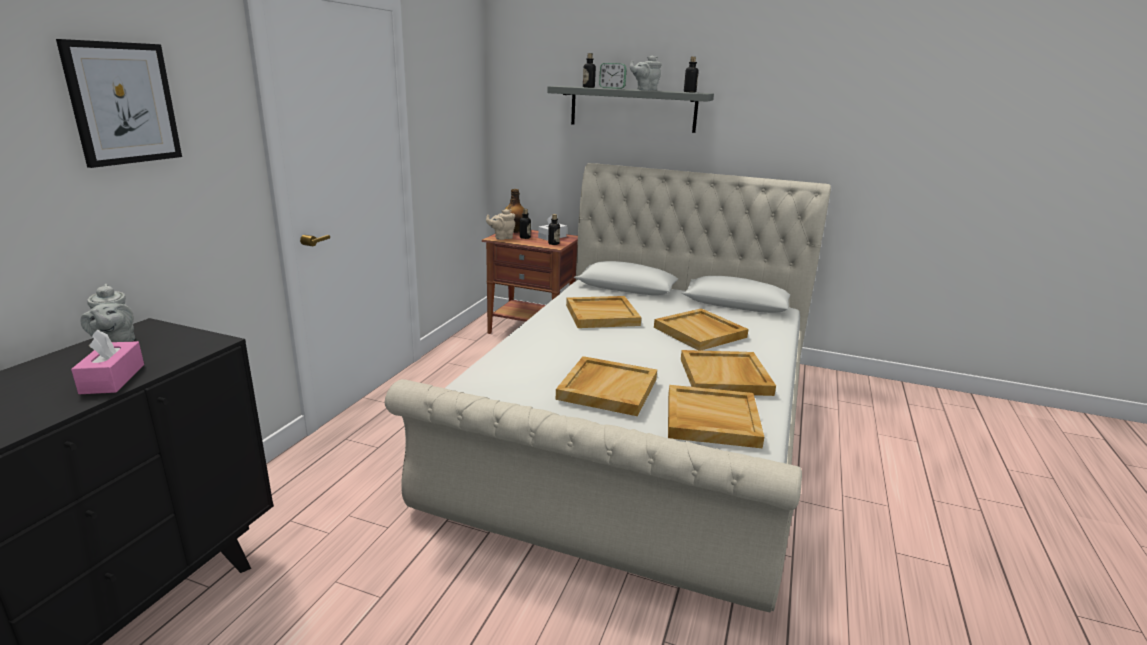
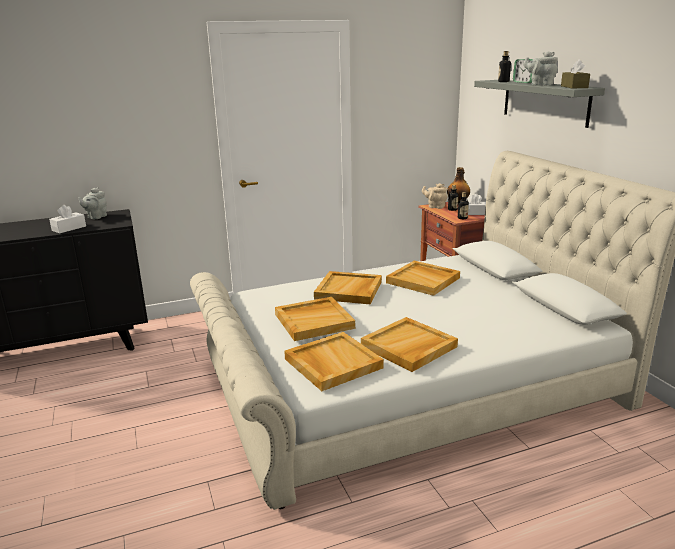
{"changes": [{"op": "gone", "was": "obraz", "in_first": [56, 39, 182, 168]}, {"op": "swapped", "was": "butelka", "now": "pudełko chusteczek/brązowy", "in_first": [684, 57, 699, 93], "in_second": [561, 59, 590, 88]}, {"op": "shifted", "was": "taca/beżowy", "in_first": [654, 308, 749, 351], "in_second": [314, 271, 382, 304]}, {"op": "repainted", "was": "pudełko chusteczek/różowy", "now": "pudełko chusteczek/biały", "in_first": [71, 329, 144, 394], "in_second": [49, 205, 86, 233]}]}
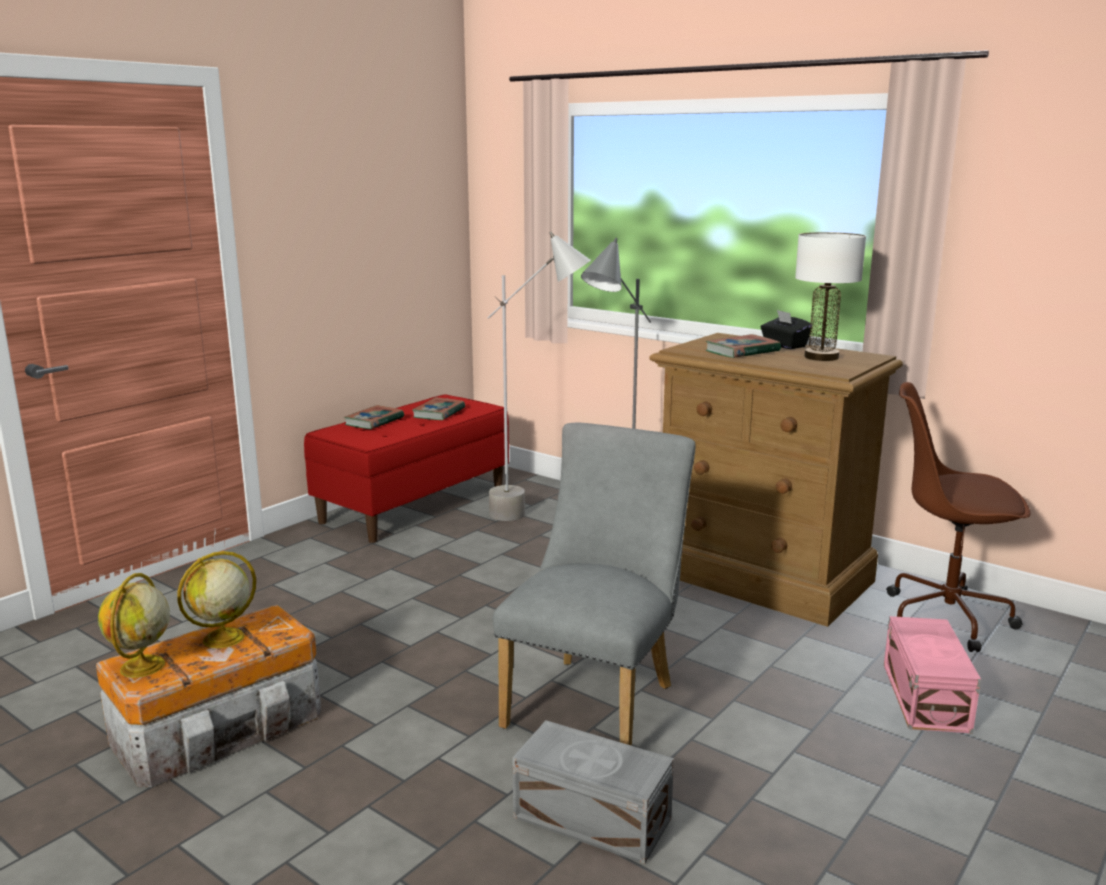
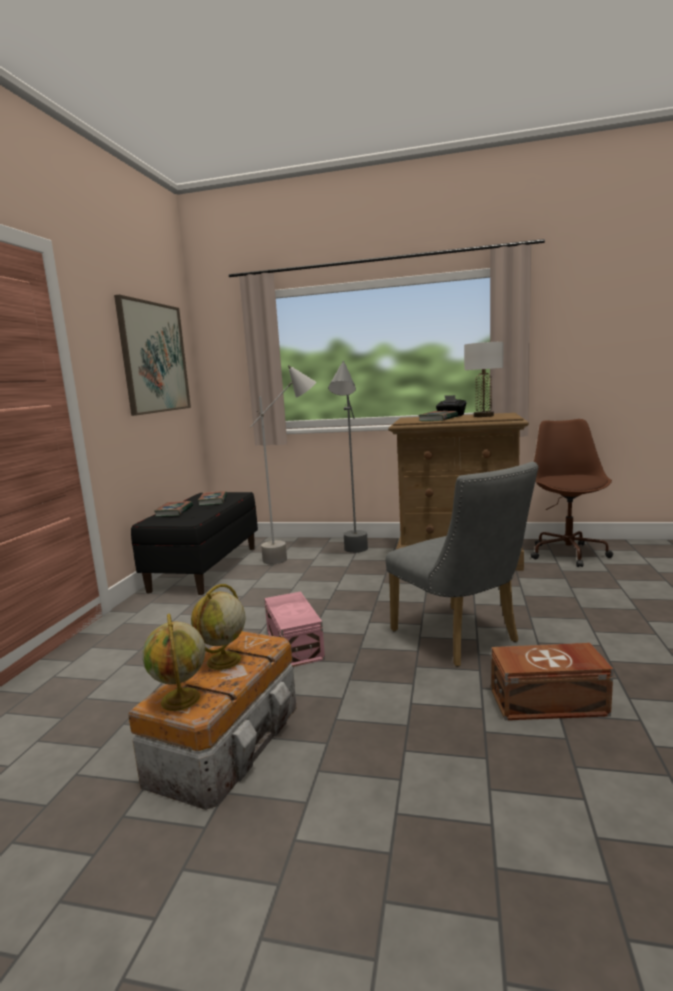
{"changes": [{"op": "rotated", "was": "krzesło biurowe/brązowy", "in_first": [886, 382, 1031, 652], "in_second": [530, 419, 613, 567], "clockwise": 105}, {"op": "repainted", "was": "ławka/czerwony", "now": "ławka/czarny", "in_first": [304, 394, 509, 543], "in_second": [131, 492, 258, 595]}, {"op": "rotated", "was": "krzesło/szary", "in_first": [493, 423, 695, 746], "in_second": [386, 462, 539, 667], "clockwise": 150}, {"op": "shifted", "was": "pojemnik do przechowywania/różowy", "in_first": [884, 616, 981, 733], "in_second": [264, 591, 325, 667]}, {"op": "repainted", "was": "pojemnik do przechowywania/szary", "now": "pojemnik do przechowywania/brązowy", "in_first": [512, 720, 674, 864], "in_second": [491, 643, 614, 720]}, {"op": "new", "now": "obraz", "in_second": [114, 295, 191, 416]}]}
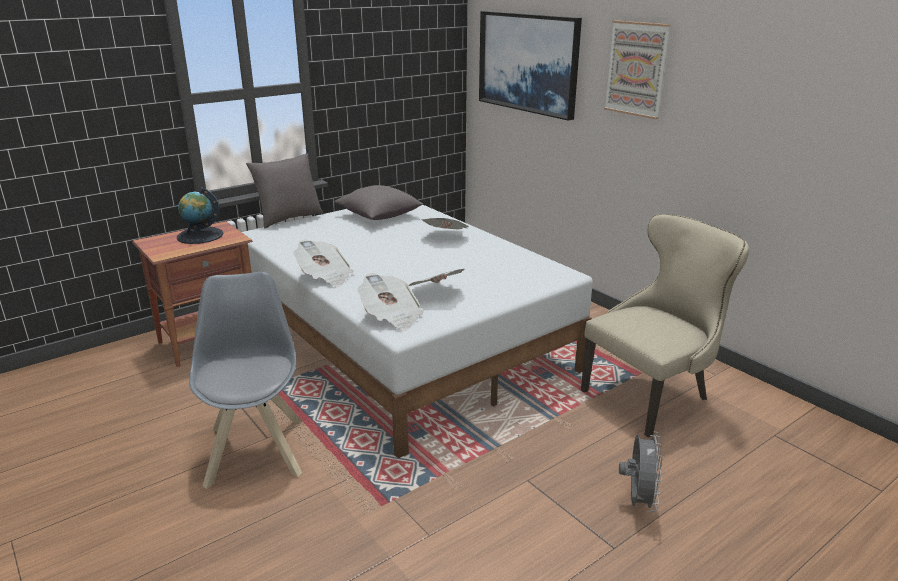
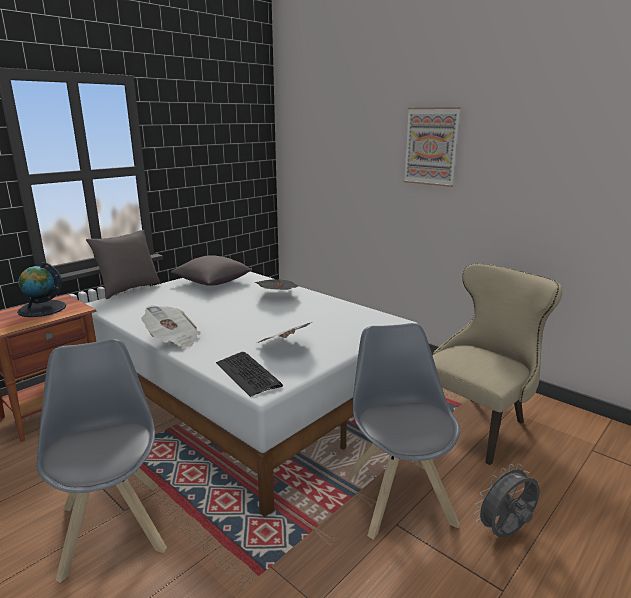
{"changes": [{"op": "gone", "was": "obraz", "in_first": [479, 11, 582, 121]}, {"op": "swapped", "was": "gazeta", "now": "klawiatura", "in_first": [357, 273, 423, 331], "in_second": [216, 352, 283, 397]}, {"op": "rotated", "was": "wentylator/szary", "in_first": [619, 432, 662, 512], "in_second": [474, 463, 540, 537], "clockwise": -120}, {"op": "new", "now": "krzesło/szary", "in_second": [347, 323, 460, 539]}]}
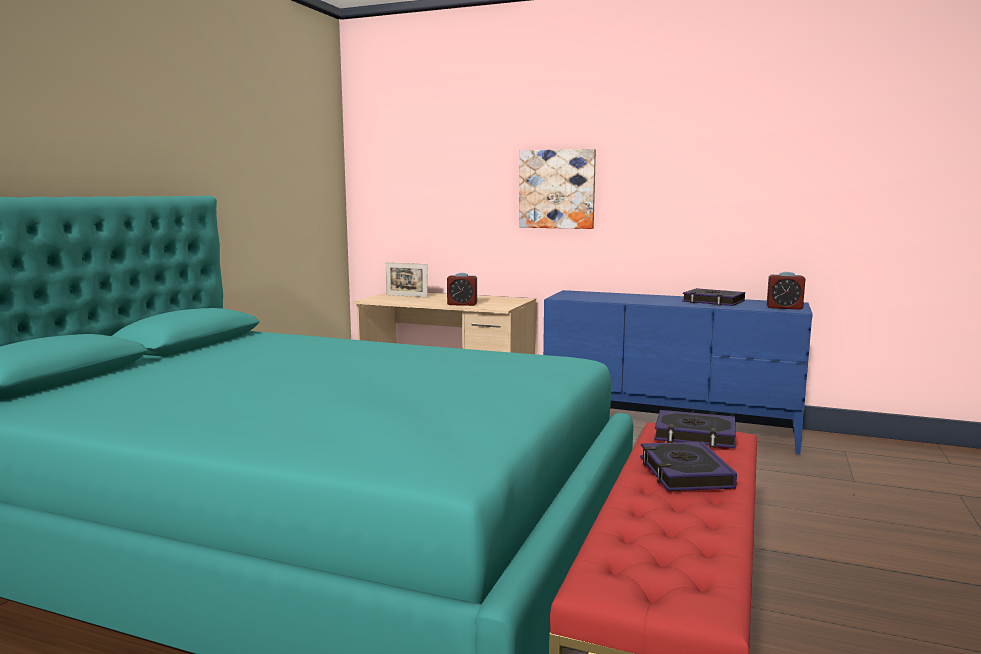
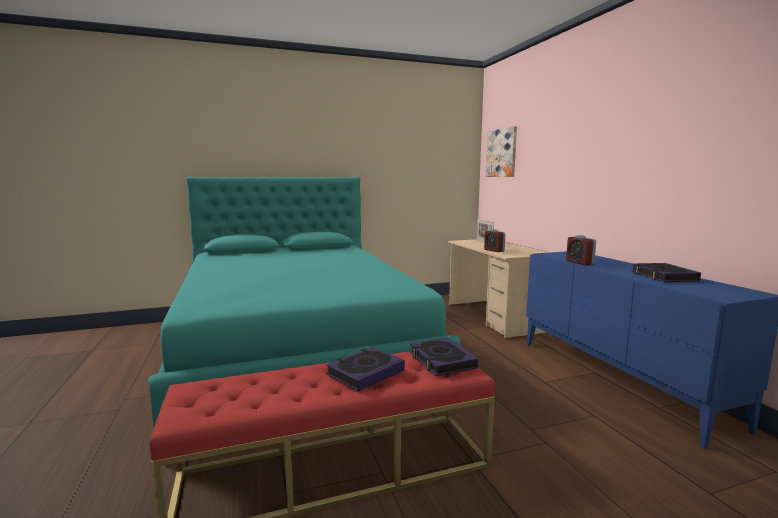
{"changes": [{"op": "shifted", "was": "obraz", "in_first": [519, 149, 596, 229], "in_second": [486, 126, 517, 177]}, {"op": "shifted", "was": "budzik", "in_first": [767, 272, 805, 310], "in_second": [566, 235, 596, 265]}]}
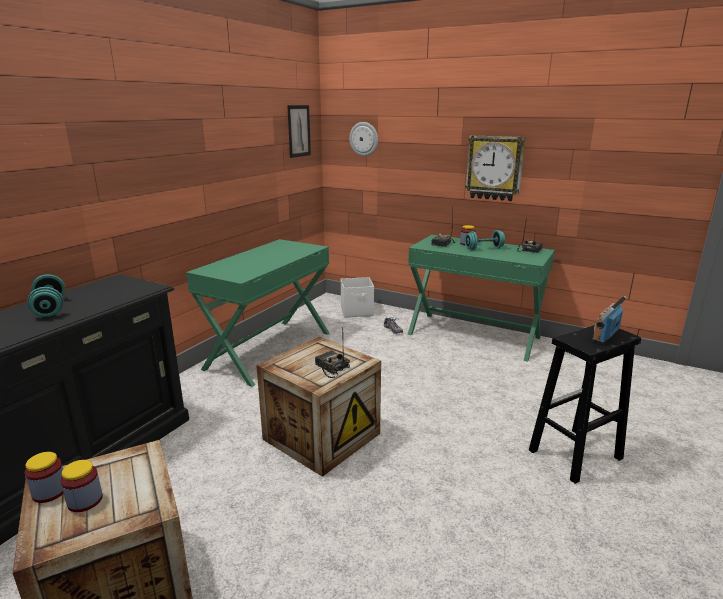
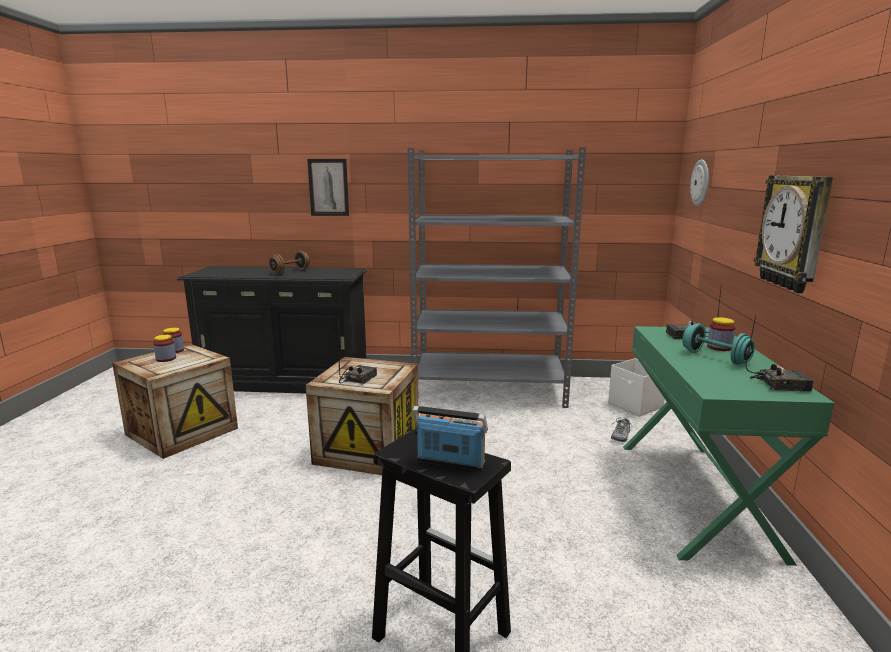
{"changes": [{"op": "shifted", "was": "obraz", "in_first": [287, 105, 311, 158], "in_second": [307, 159, 349, 216]}, {"op": "swapped", "was": "biurko/zielony", "now": "regał/szary", "in_first": [186, 239, 330, 387], "in_second": [407, 147, 586, 408]}, {"op": "repainted", "was": "hantel/turkusowy", "now": "hantel/brązowy", "in_first": [27, 274, 65, 317], "in_second": [268, 251, 310, 274]}]}
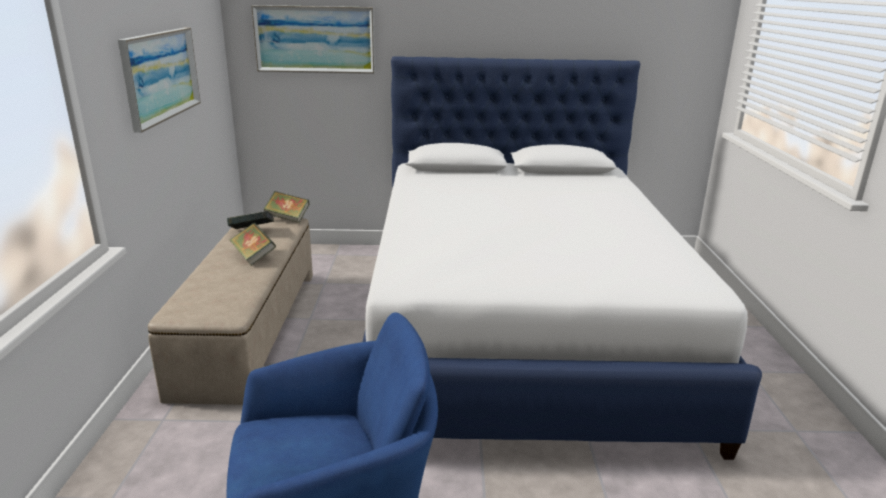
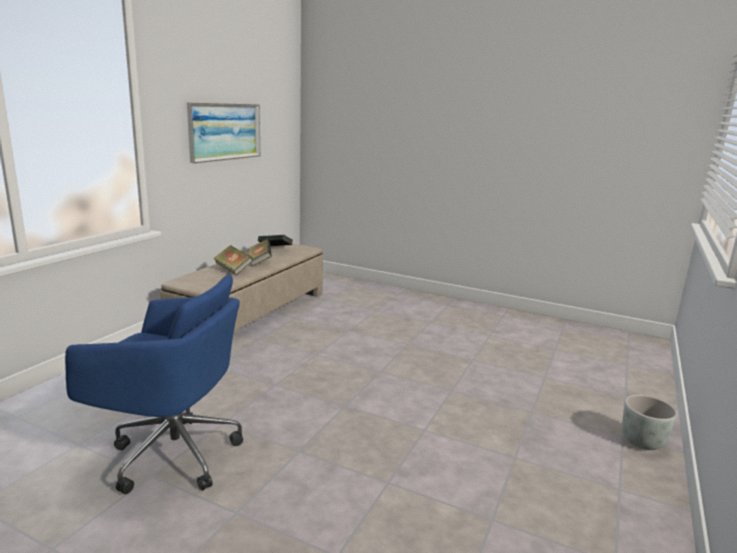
{"changes": [{"op": "gone", "was": "obraz", "in_first": [251, 5, 375, 74]}, {"op": "gone", "was": "łóżko/biały", "in_first": [363, 56, 762, 460]}, {"op": "shifted", "was": "książka", "in_first": [263, 191, 310, 223], "in_second": [214, 245, 253, 275]}, {"op": "new", "now": "donica/szary", "in_second": [622, 395, 677, 450]}]}
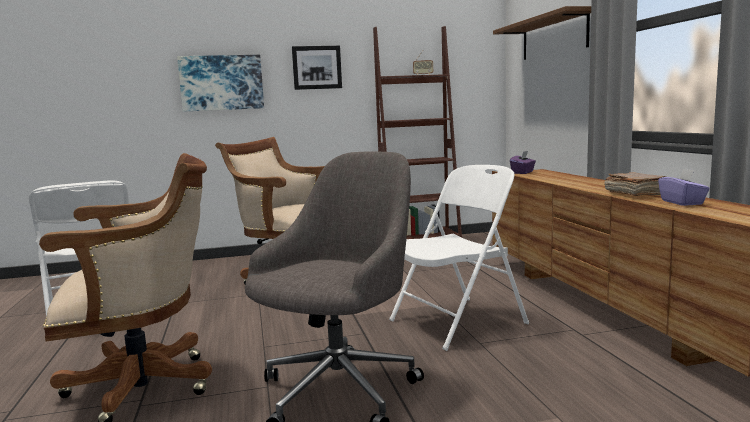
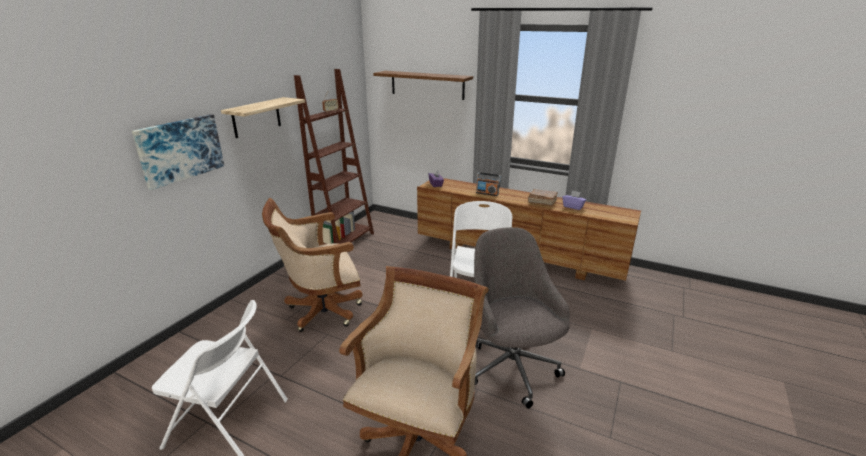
{"changes": [{"op": "swapped", "was": "obraz", "now": "półka", "in_first": [292, 46, 342, 90], "in_second": [221, 97, 305, 138]}, {"op": "new", "now": "radio", "in_second": [476, 172, 501, 196]}]}
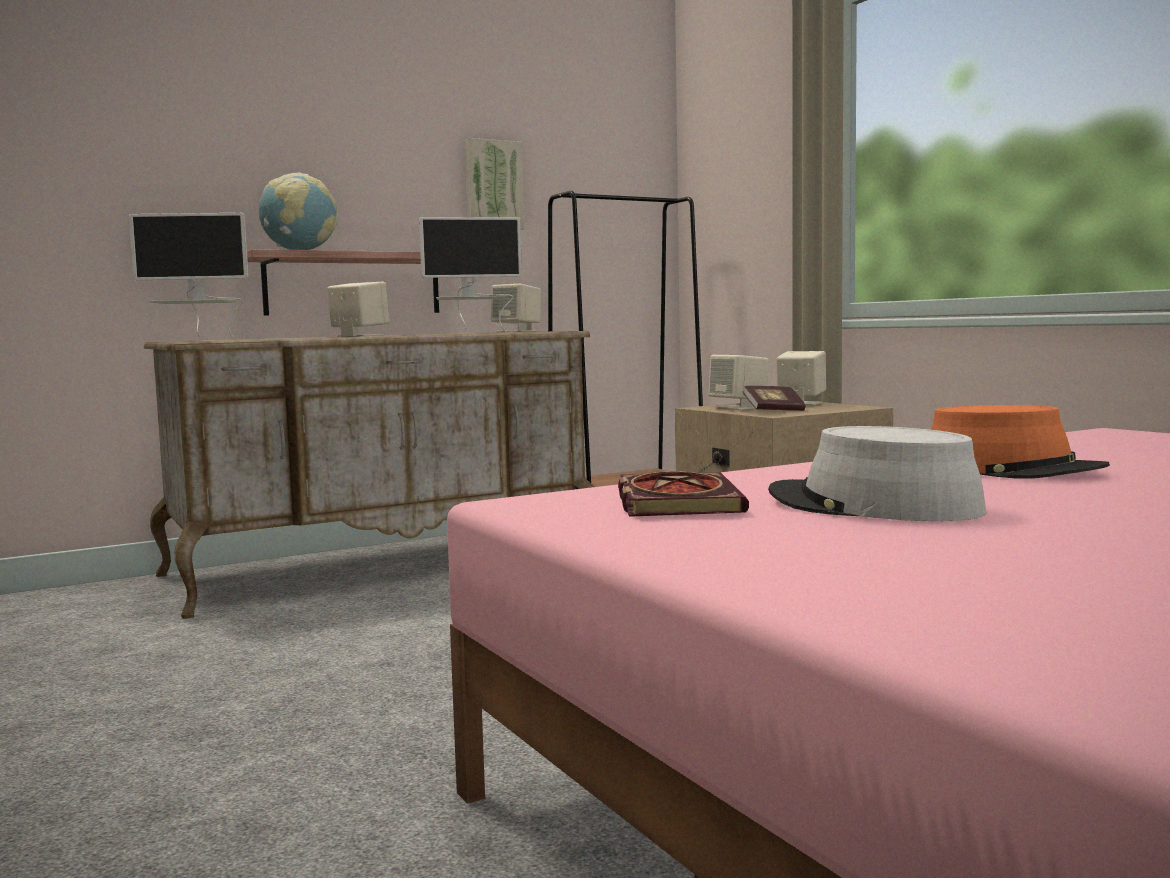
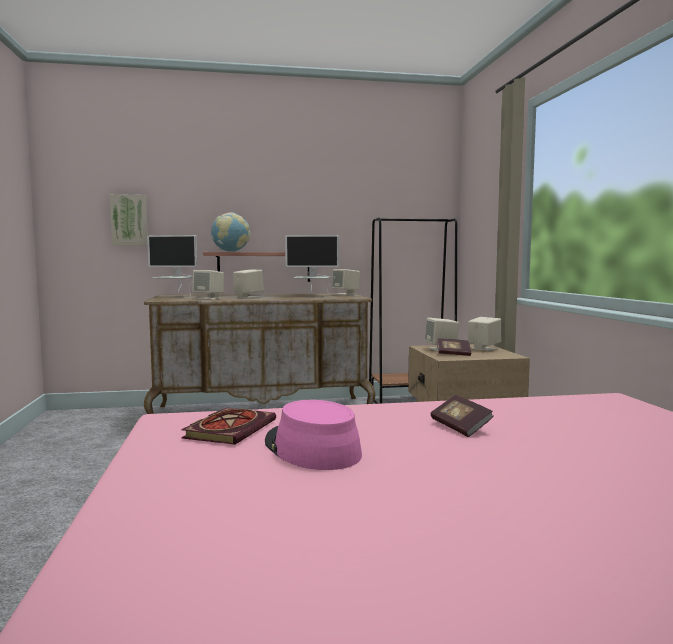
{"changes": [{"op": "shifted", "was": "obraz", "in_first": [465, 138, 525, 230], "in_second": [110, 194, 148, 245]}, {"op": "swapped", "was": "kapelusz/pomarańczowy", "now": "książka", "in_first": [931, 405, 1110, 479], "in_second": [431, 395, 494, 437]}, {"op": "repainted", "was": "kapelusz/szary", "now": "kapelusz/różowy", "in_first": [768, 426, 987, 521], "in_second": [265, 400, 362, 470]}, {"op": "new", "now": "głośnik/beżowy", "in_second": [193, 270, 224, 300]}]}
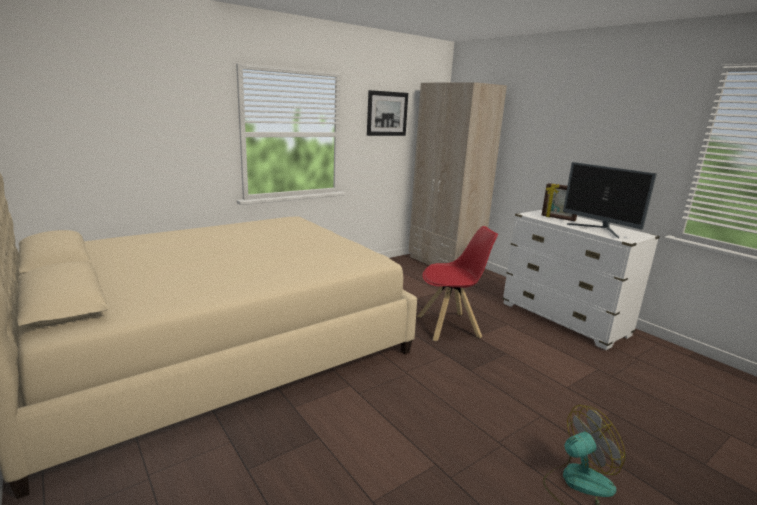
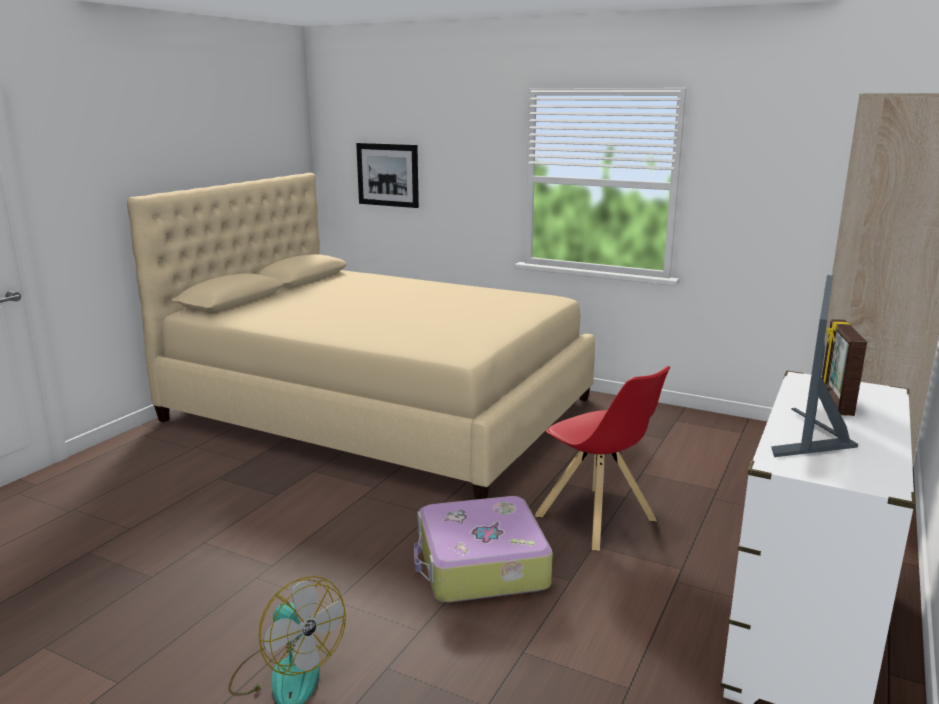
{"changes": [{"op": "shifted", "was": "obraz", "in_first": [367, 90, 408, 136], "in_second": [356, 143, 419, 208]}, {"op": "new", "now": "walizka", "in_second": [414, 496, 553, 603]}]}
